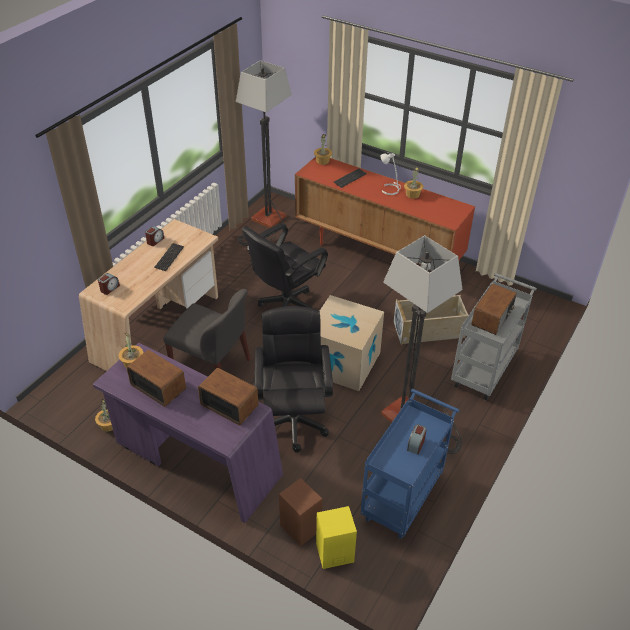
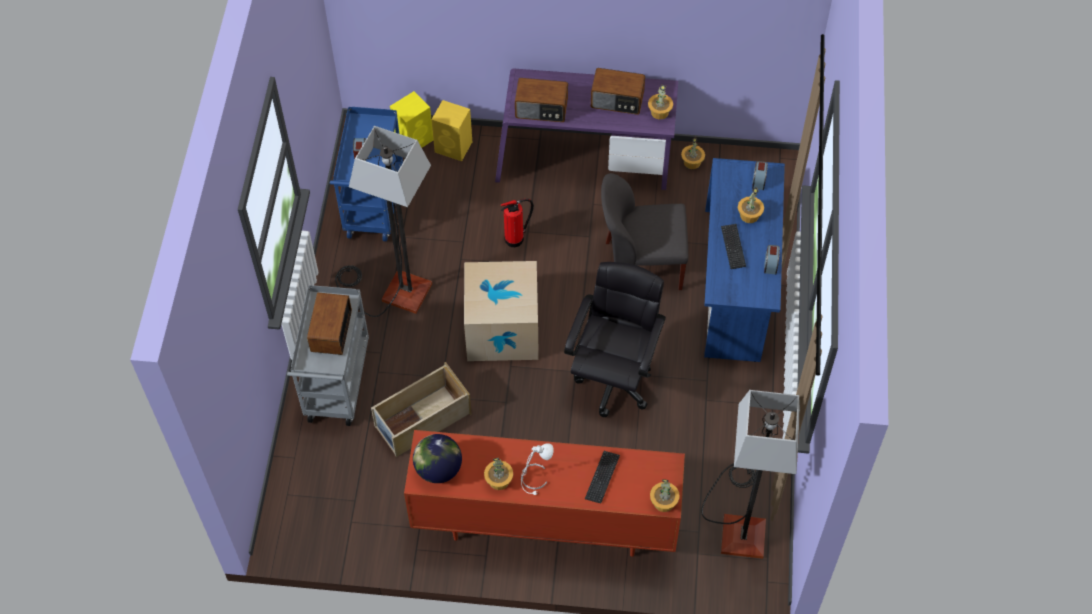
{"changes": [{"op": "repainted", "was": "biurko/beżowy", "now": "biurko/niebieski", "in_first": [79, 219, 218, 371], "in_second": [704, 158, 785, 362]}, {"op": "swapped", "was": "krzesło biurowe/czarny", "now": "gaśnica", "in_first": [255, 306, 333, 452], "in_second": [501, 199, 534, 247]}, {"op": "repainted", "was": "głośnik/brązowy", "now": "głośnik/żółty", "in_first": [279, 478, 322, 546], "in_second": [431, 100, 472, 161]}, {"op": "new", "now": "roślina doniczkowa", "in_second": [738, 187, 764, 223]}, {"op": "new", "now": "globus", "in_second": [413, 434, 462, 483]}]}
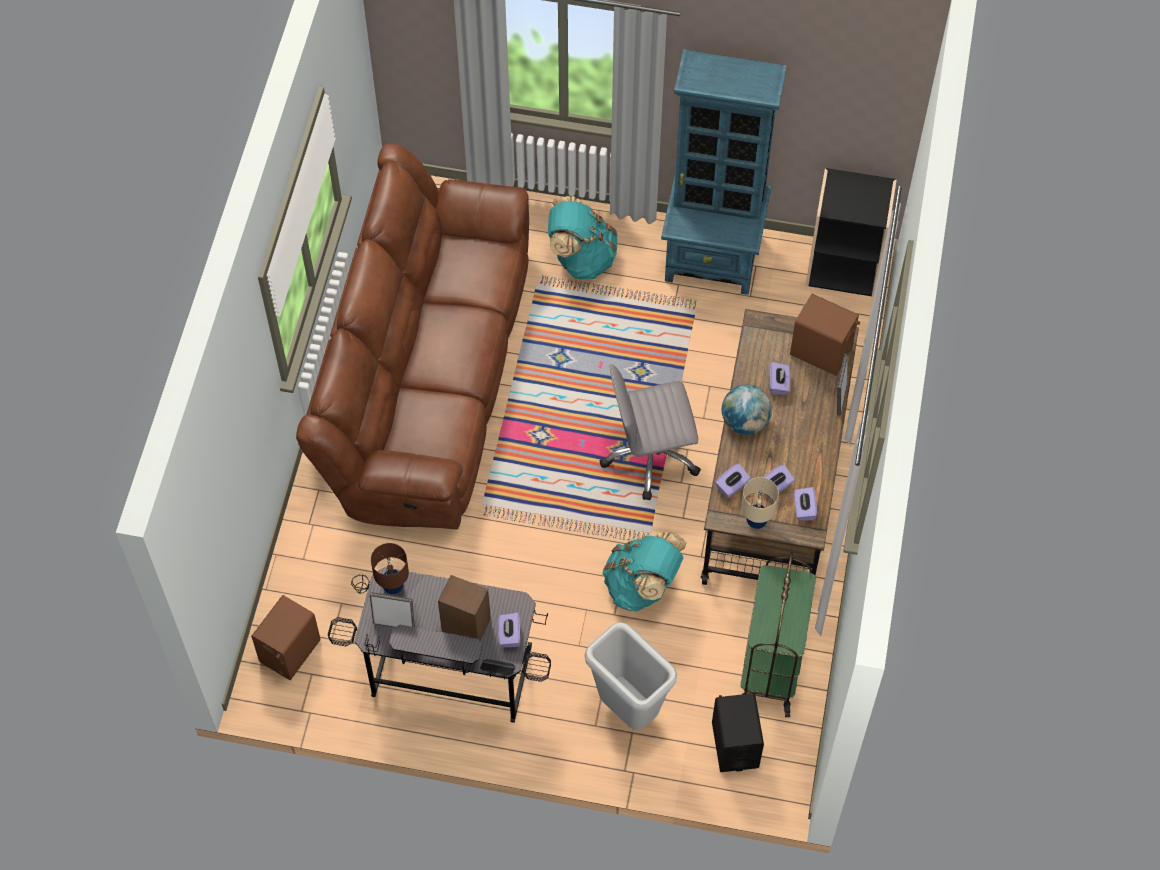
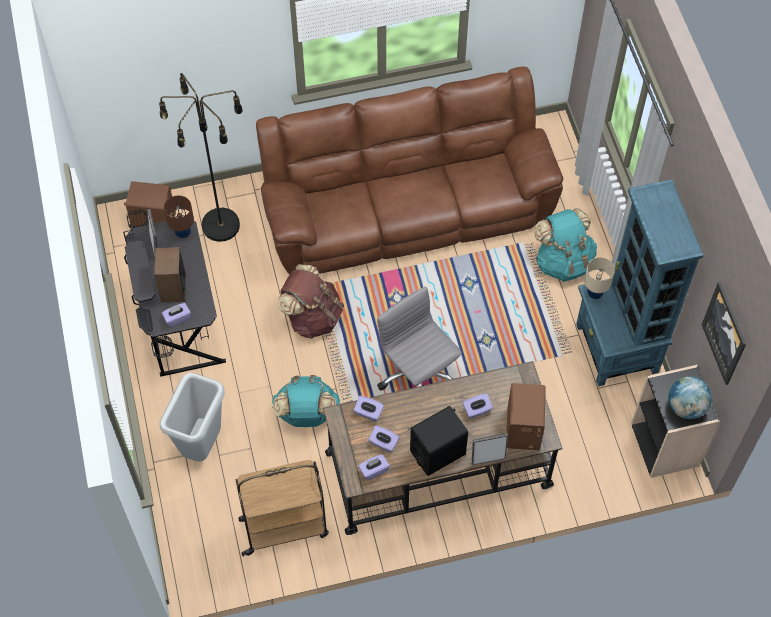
{"changes": [{"op": "shifted", "was": "globus", "in_first": [722, 385, 772, 435], "in_second": [668, 376, 712, 419]}, {"op": "shifted", "was": "lampa stołowa/beżowy", "in_first": [741, 477, 779, 529], "in_second": [584, 257, 615, 299]}, {"op": "repainted", "was": "wózek/zielony", "now": "wózek/brązowy", "in_first": [740, 552, 816, 717], "in_second": [236, 460, 329, 556]}, {"op": "shifted", "was": "głośnik/czarny", "in_first": [712, 693, 764, 772], "in_second": [410, 406, 468, 476]}, {"op": "new", "now": "lampa stojąca", "in_second": [159, 73, 243, 242]}, {"op": "new", "now": "plecak/brązowy", "in_second": [277, 264, 344, 339]}, {"op": "new", "now": "obraz", "in_second": [702, 282, 746, 385]}]}
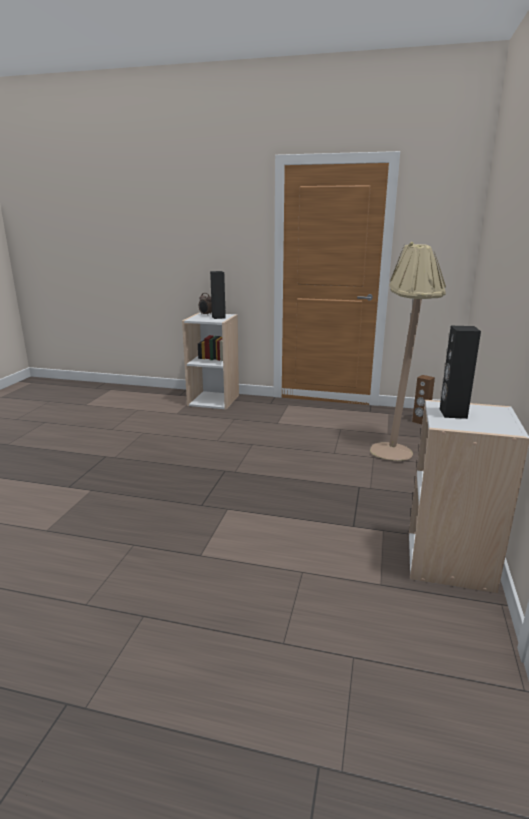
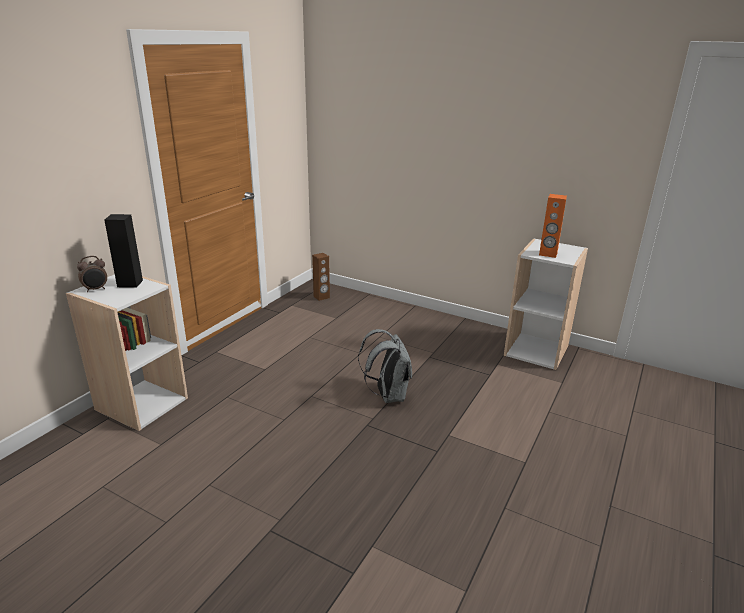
{"changes": [{"op": "gone", "was": "lampa stojąca/beżowy", "in_first": [370, 242, 446, 461]}, {"op": "repainted", "was": "głośnik/czarny", "now": "głośnik/pomarańczowy", "in_first": [440, 326, 481, 419], "in_second": [539, 194, 567, 258]}, {"op": "new", "now": "plecak/szary", "in_second": [358, 329, 412, 403]}]}
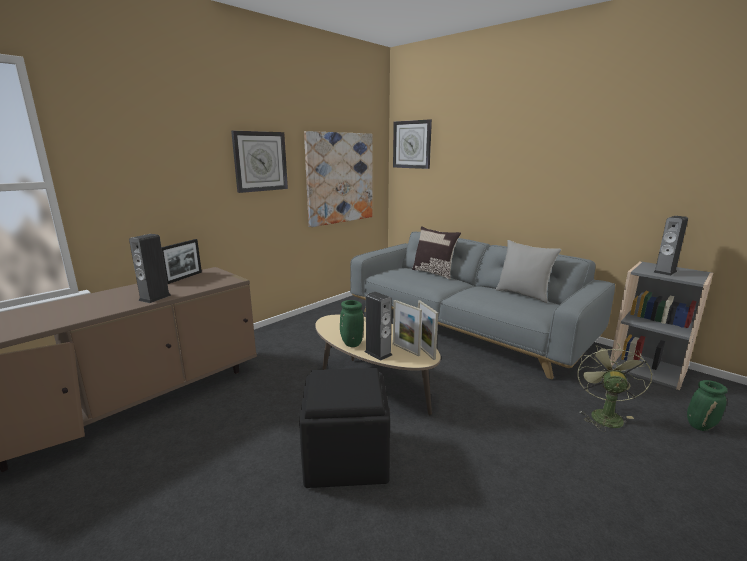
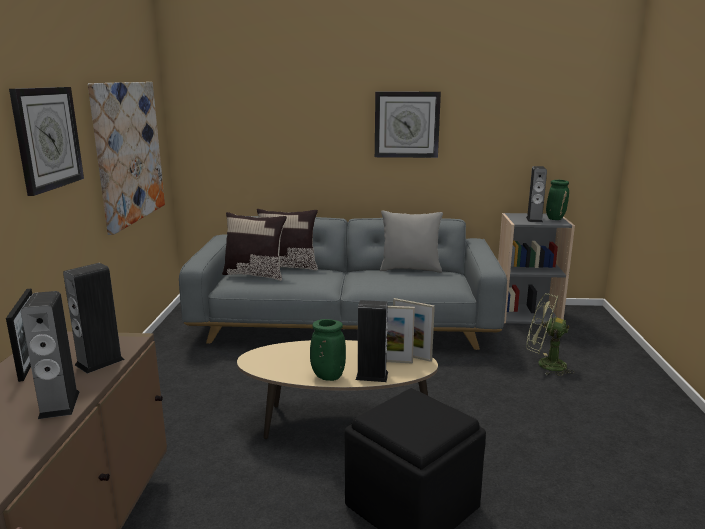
{"changes": [{"op": "shifted", "was": "zegar ścienny", "in_first": [393, 119, 432, 169], "in_second": [375, 92, 441, 158]}, {"op": "rotated", "was": "wentylator/zielony", "in_first": [578, 343, 652, 432], "in_second": [526, 293, 575, 376], "clockwise": -45}, {"op": "shifted", "was": "wazon/zielony", "in_first": [687, 380, 728, 431], "in_second": [546, 180, 569, 220]}, {"op": "new", "now": "poduszka", "in_second": [222, 212, 287, 281]}, {"op": "new", "now": "głośnik", "in_second": [63, 263, 125, 374]}]}
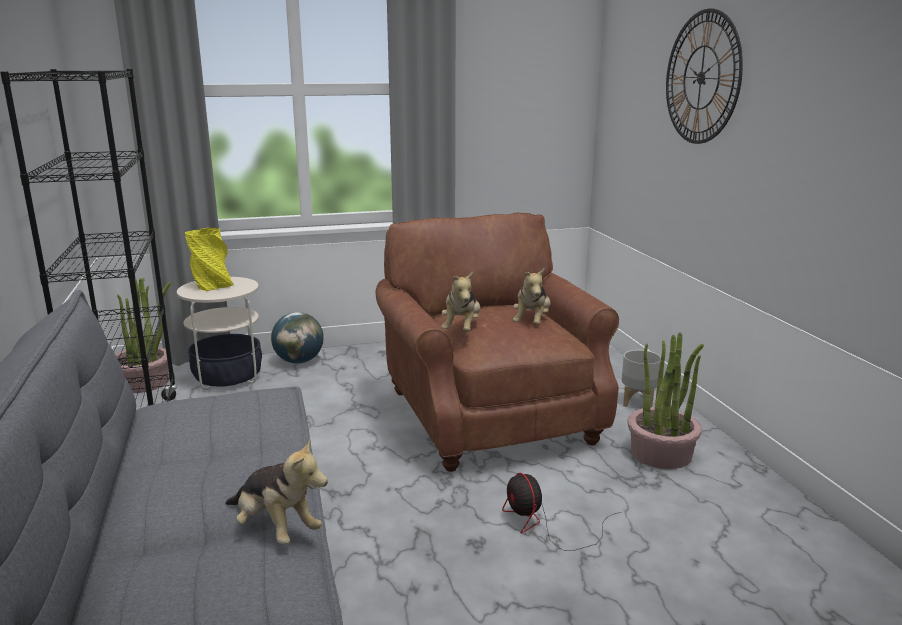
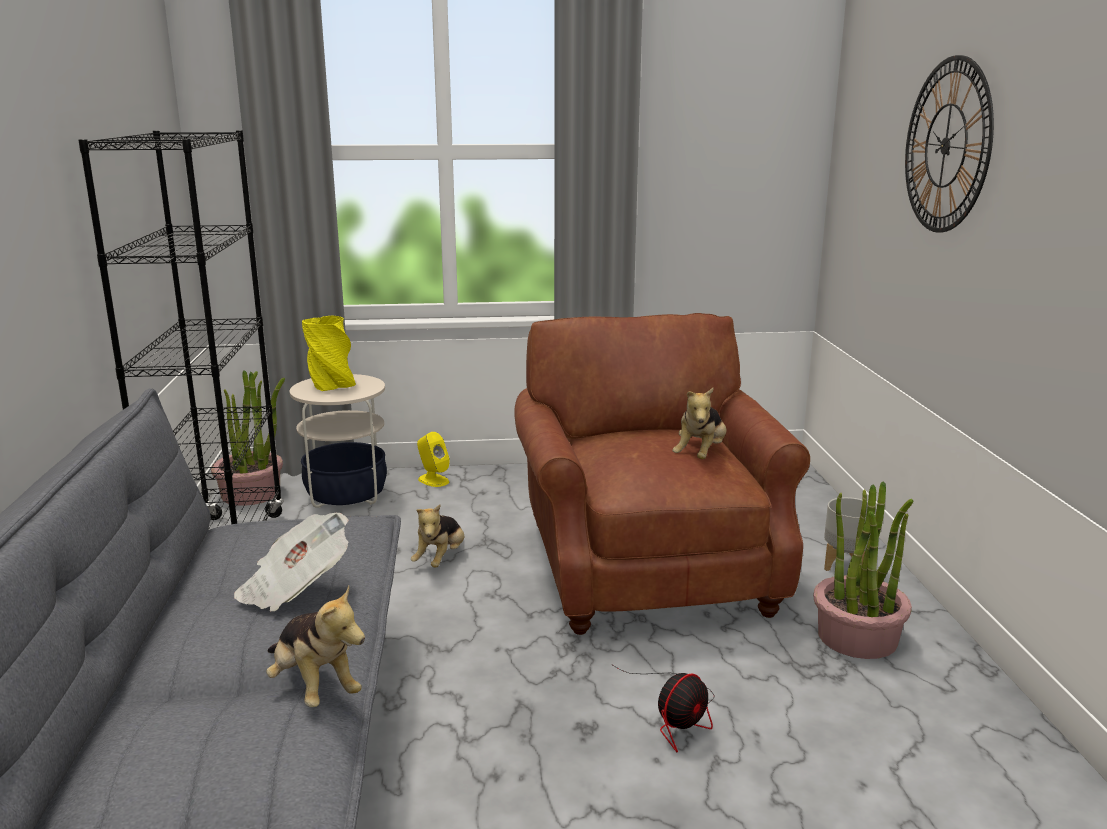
{"changes": [{"op": "shifted", "was": "pluszak", "in_first": [441, 272, 480, 332], "in_second": [411, 504, 464, 568]}, {"op": "swapped", "was": "globus", "now": "głośnik/żółty", "in_first": [271, 312, 324, 364], "in_second": [417, 432, 450, 487]}, {"op": "rotated", "was": "wentylator", "in_first": [502, 473, 621, 551], "in_second": [611, 664, 714, 752], "clockwise": -120}, {"op": "new", "now": "gazeta", "in_second": [234, 513, 349, 612]}]}
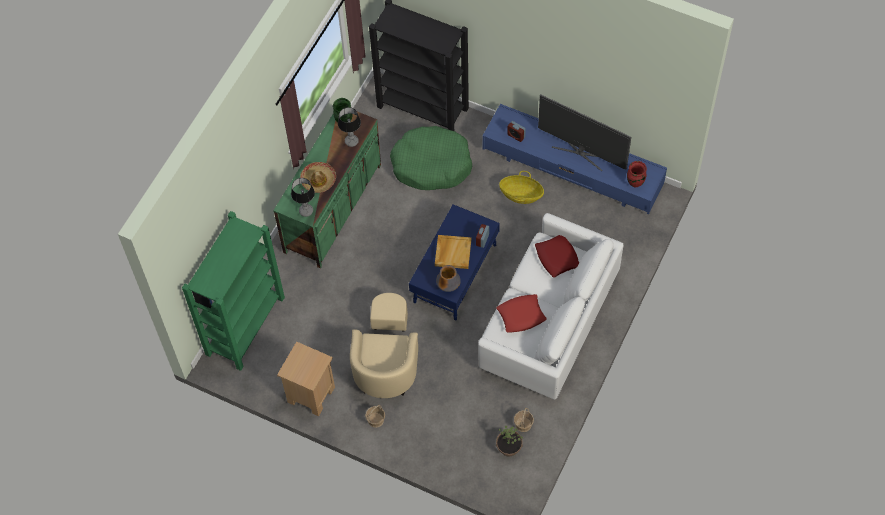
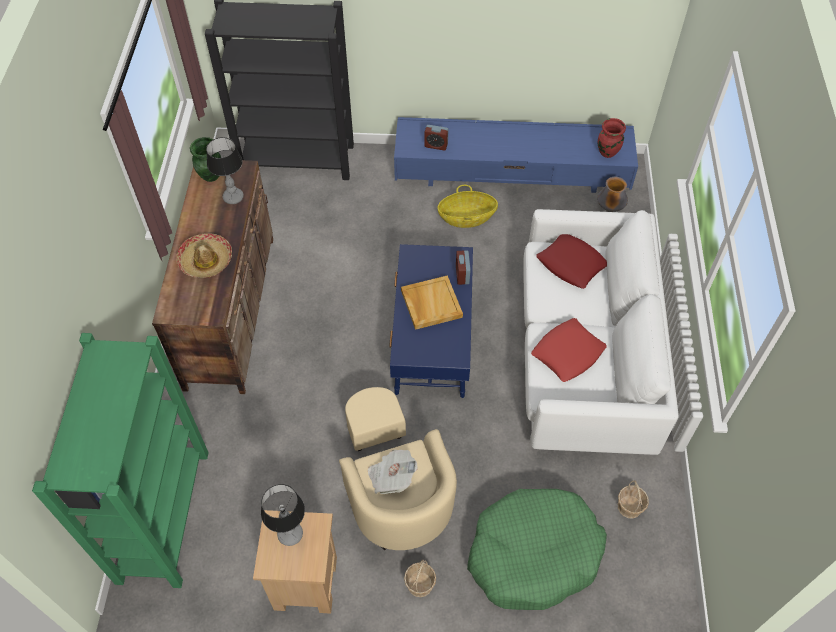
{"changes": [{"op": "gone", "was": "telewizor", "in_first": [538, 94, 631, 171]}, {"op": "repainted", "was": "szafka/zielony", "now": "szafka/brązowy", "in_first": [273, 112, 381, 269], "in_second": [152, 160, 273, 394]}, {"op": "shifted", "was": "legowisko/zielony", "in_first": [390, 126, 472, 190], "in_second": [467, 489, 607, 610]}, {"op": "shifted", "was": "lampa stołowa", "in_first": [291, 178, 315, 217], "in_second": [261, 484, 305, 546]}, {"op": "shifted", "was": "wazon", "in_first": [436, 265, 461, 292], "in_second": [597, 177, 628, 212]}, {"op": "gone", "was": "roślina doniczkowa", "in_first": [496, 426, 523, 457]}, {"op": "new", "now": "gazeta", "in_second": [367, 449, 418, 494]}]}
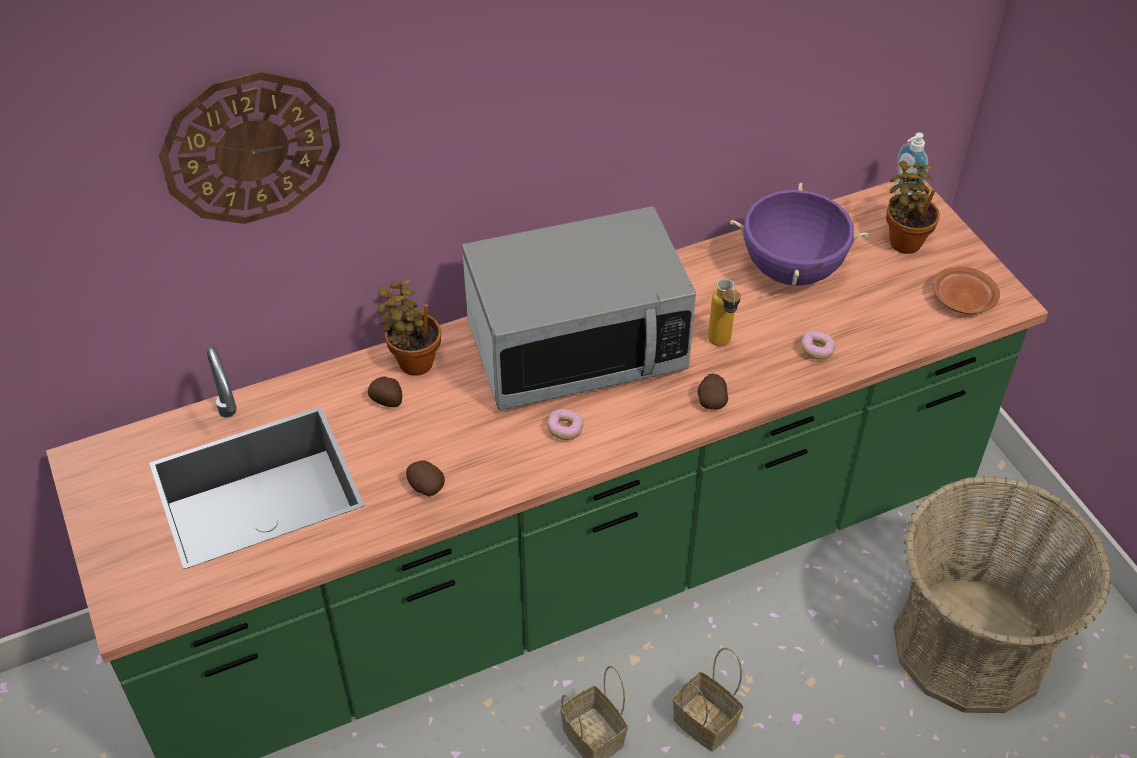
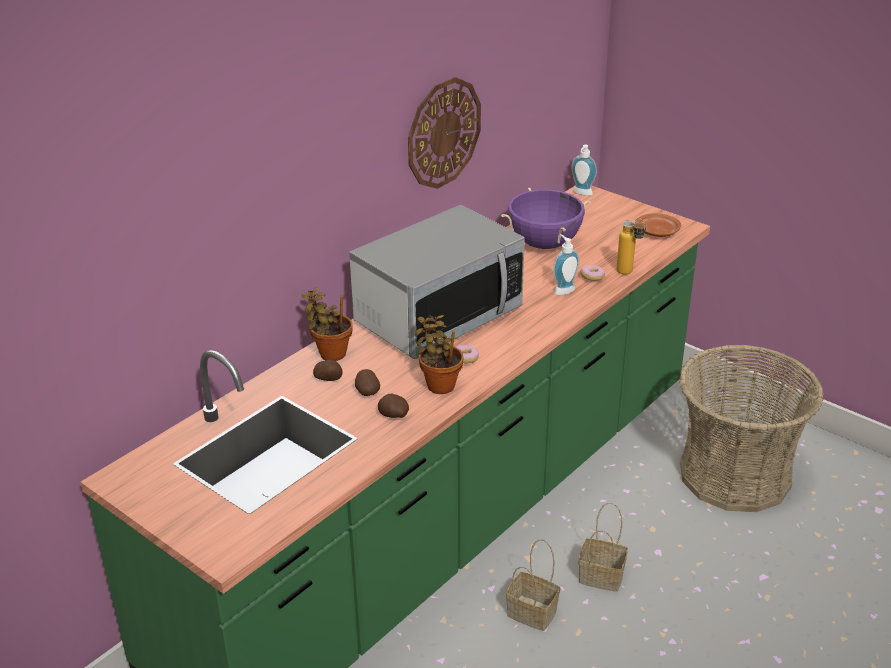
{"changes": [{"op": "shifted", "was": "zegar ścienny", "in_first": [159, 71, 340, 224], "in_second": [408, 77, 481, 189]}, {"op": "shifted", "was": "roślina doniczkowa", "in_first": [886, 161, 940, 254], "in_second": [415, 315, 463, 394]}, {"op": "shifted", "was": "butelka", "in_first": [708, 279, 741, 346], "in_second": [616, 218, 646, 275]}, {"op": "shifted", "was": "ziemniak", "in_first": [697, 373, 728, 410], "in_second": [355, 369, 380, 396]}, {"op": "new", "now": "dozownik mydła", "in_second": [553, 234, 579, 295]}]}
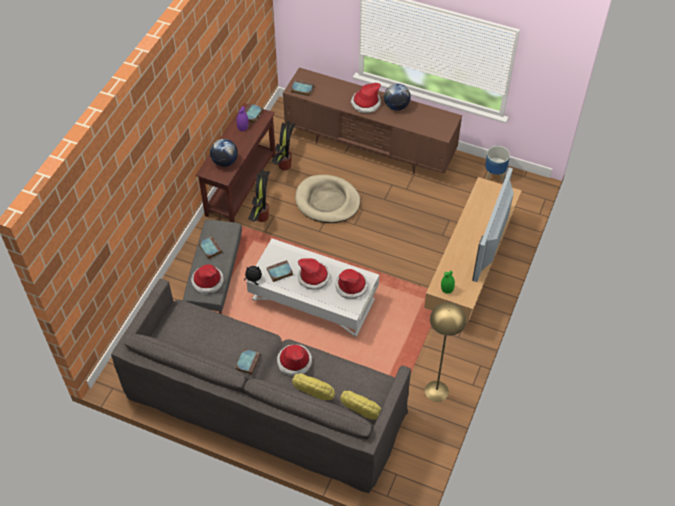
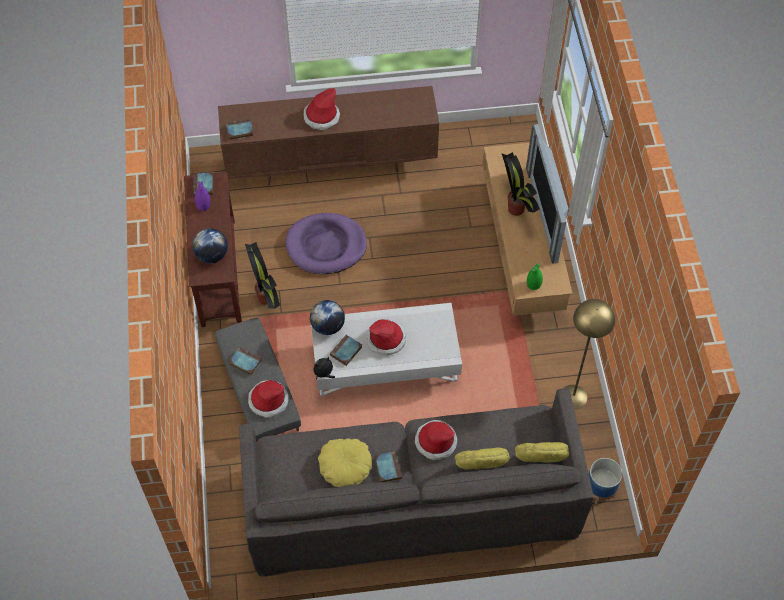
{"changes": [{"op": "shifted", "was": "globus", "in_first": [384, 84, 411, 111], "in_second": [310, 300, 345, 335]}, {"op": "shifted", "was": "roślina doniczkowa", "in_first": [272, 121, 296, 170], "in_second": [502, 152, 540, 216]}, {"op": "shifted", "was": "donica", "in_first": [485, 146, 510, 182], "in_second": [589, 458, 622, 504]}, {"op": "repainted", "was": "legowisko/beżowy", "now": "legowisko/fioletowy", "in_first": [295, 175, 361, 223], "in_second": [285, 213, 367, 274]}, {"op": "gone", "was": "kapelusz", "in_first": [336, 269, 368, 299]}, {"op": "new", "now": "poduszka/żółty", "in_second": [318, 438, 372, 487]}]}
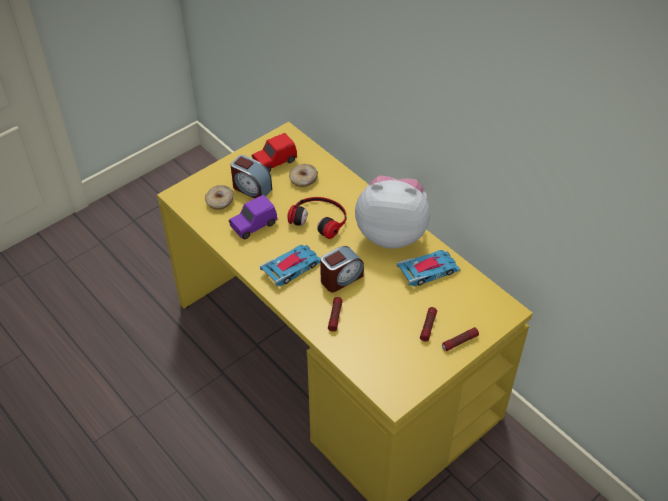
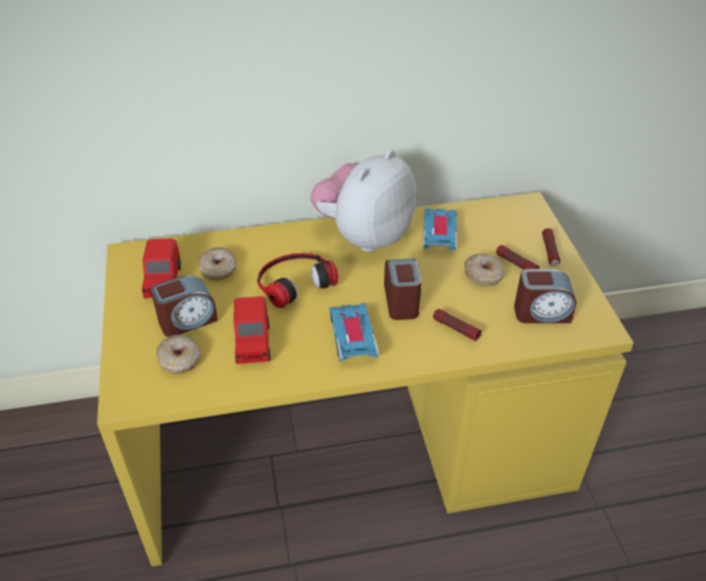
{"changes": [{"op": "repainted", "was": "samochodzik/fioletowy", "now": "samochodzik/czerwony", "in_first": [229, 195, 277, 239], "in_second": [234, 296, 270, 364]}, {"op": "new", "now": "donut", "in_second": [464, 254, 505, 286]}, {"op": "new", "now": "budzik", "in_second": [514, 269, 576, 323]}]}
